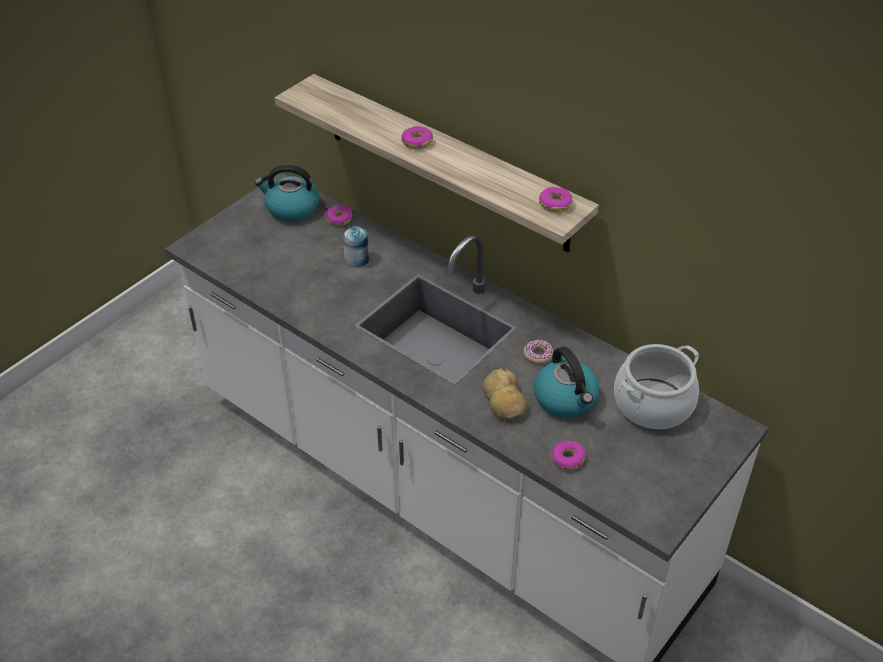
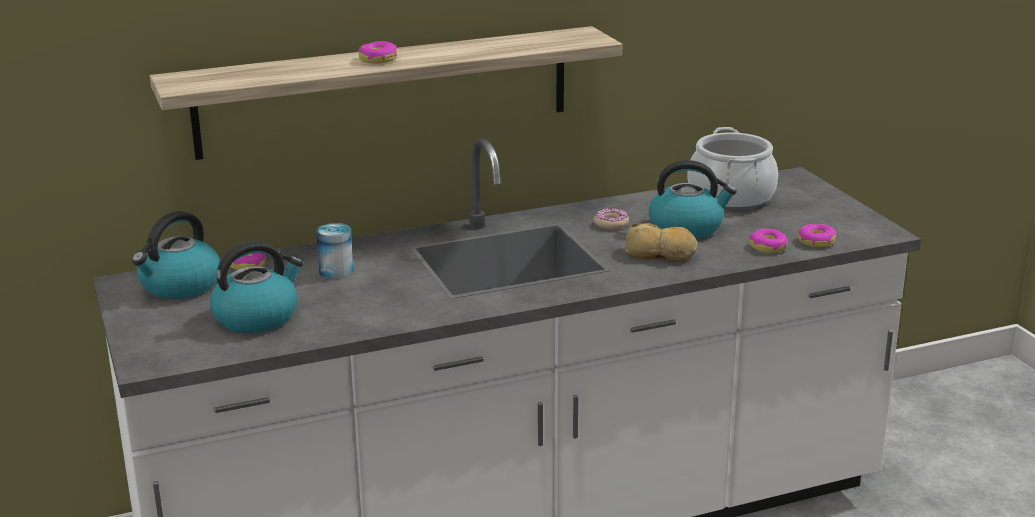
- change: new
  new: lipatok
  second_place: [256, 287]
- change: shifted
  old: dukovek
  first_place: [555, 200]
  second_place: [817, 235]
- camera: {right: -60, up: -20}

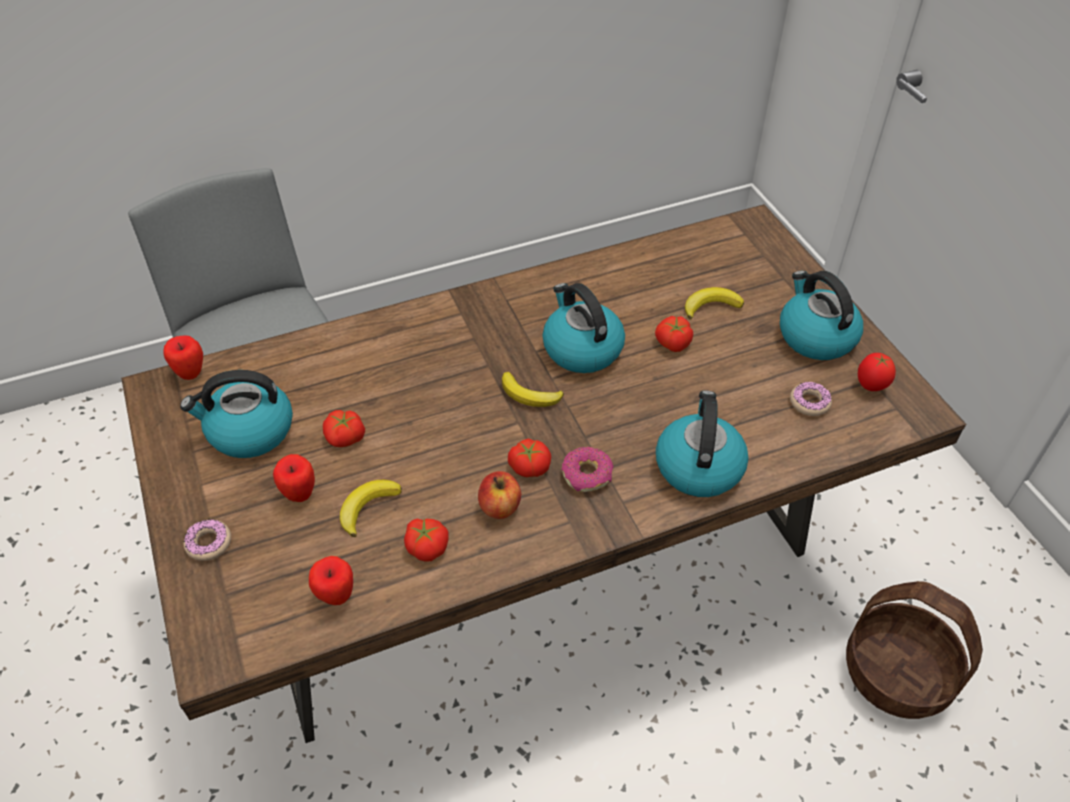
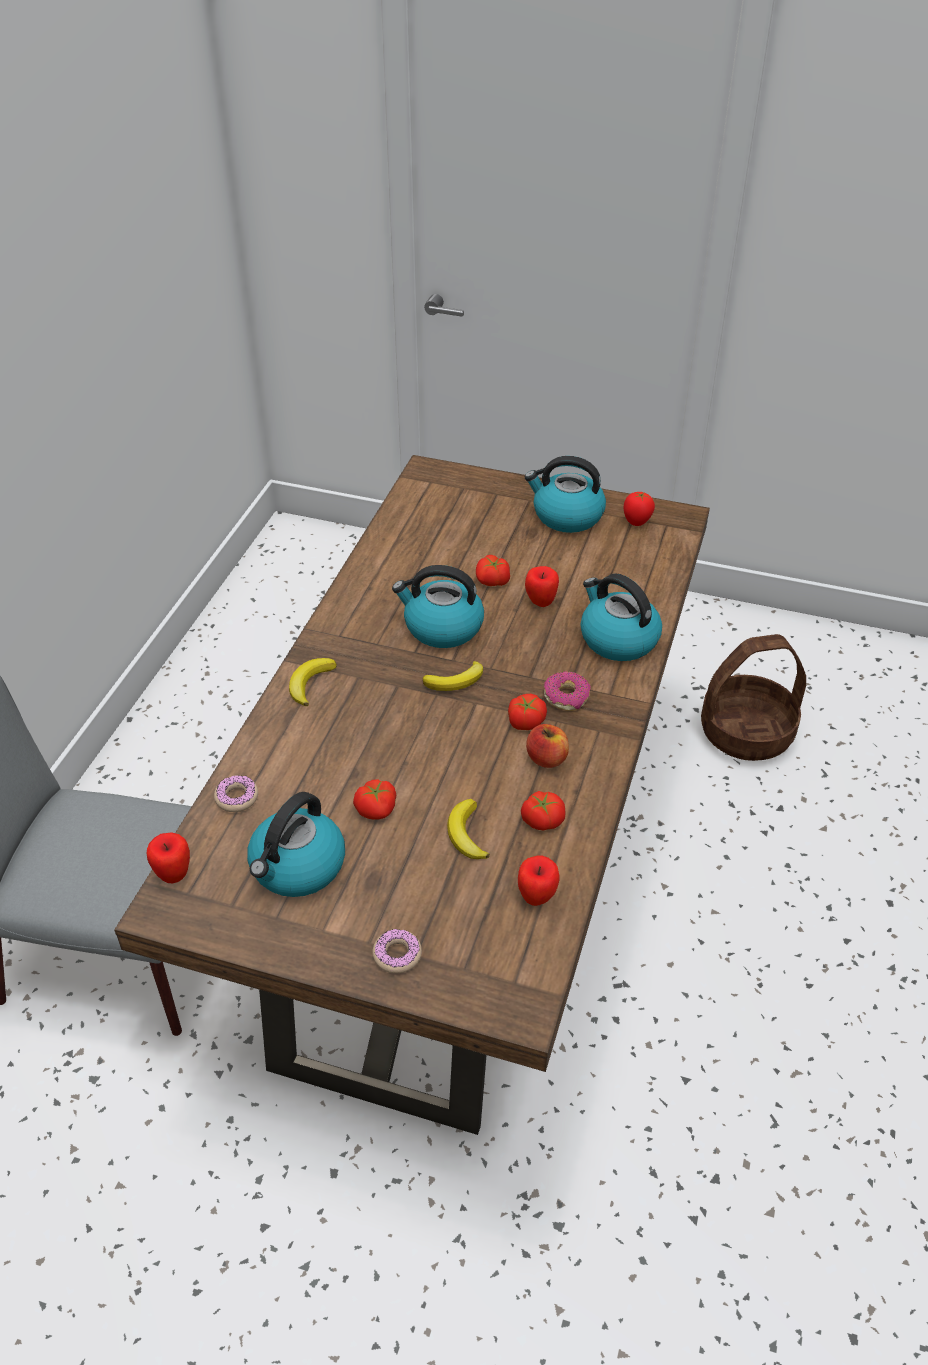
- change: shifted
  old: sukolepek
  first_place: [294, 478]
  second_place: [542, 586]
- change: shifted
  old: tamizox
  first_place: [714, 303]
  second_place: [313, 682]
- change: shifted
  old: dukovek
  first_place: [811, 399]
  second_place: [236, 793]
- camera: {right: -50, up: -5}

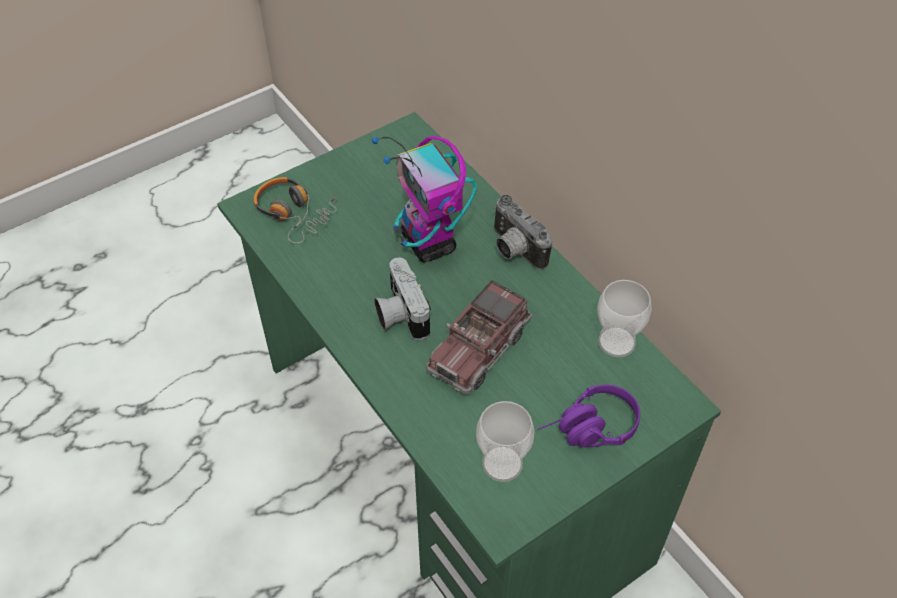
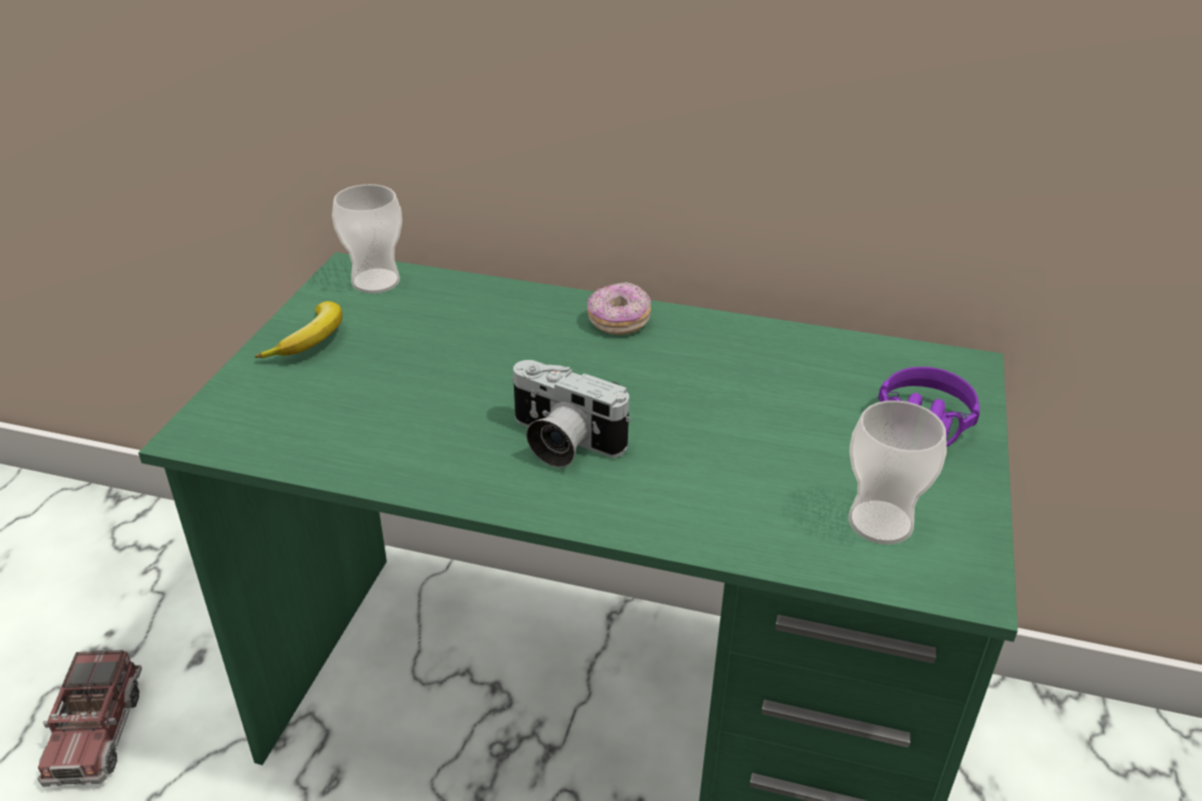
- change: gone
  old: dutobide
  first_place: [295, 210]
- change: gone
  old: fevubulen
  first_place: [424, 199]
- change: new
  new: tamizox
  second_place: [299, 329]
- change: shifted
  old: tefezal
  first_place: [479, 337]
  second_place: [89, 718]
- change: shifted
  old: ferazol
  first_place: [624, 318]
  second_place: [367, 238]
- change: swapped
  old: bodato
  new: dukovek
  first_place: [523, 232]
  second_place: [619, 308]
- camera: {right: -40, up: -15}

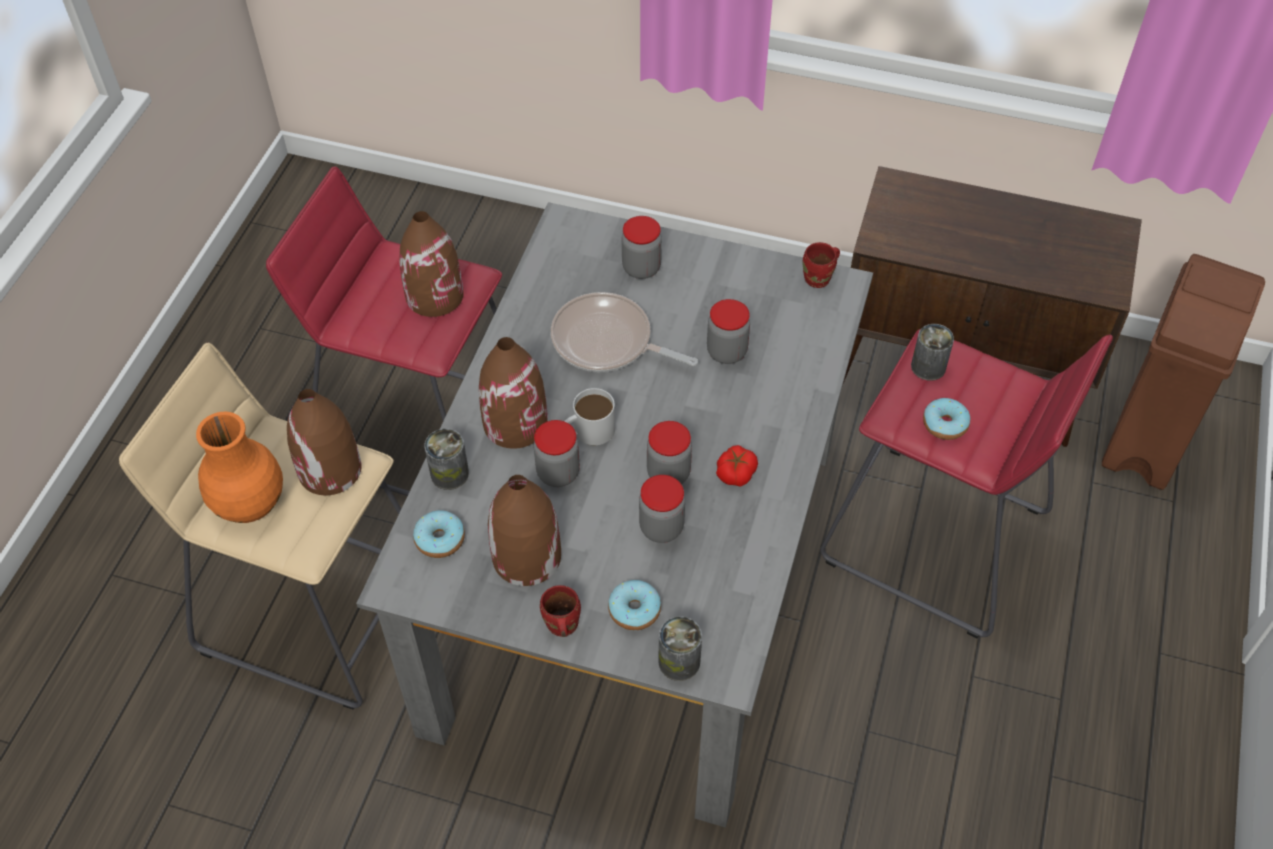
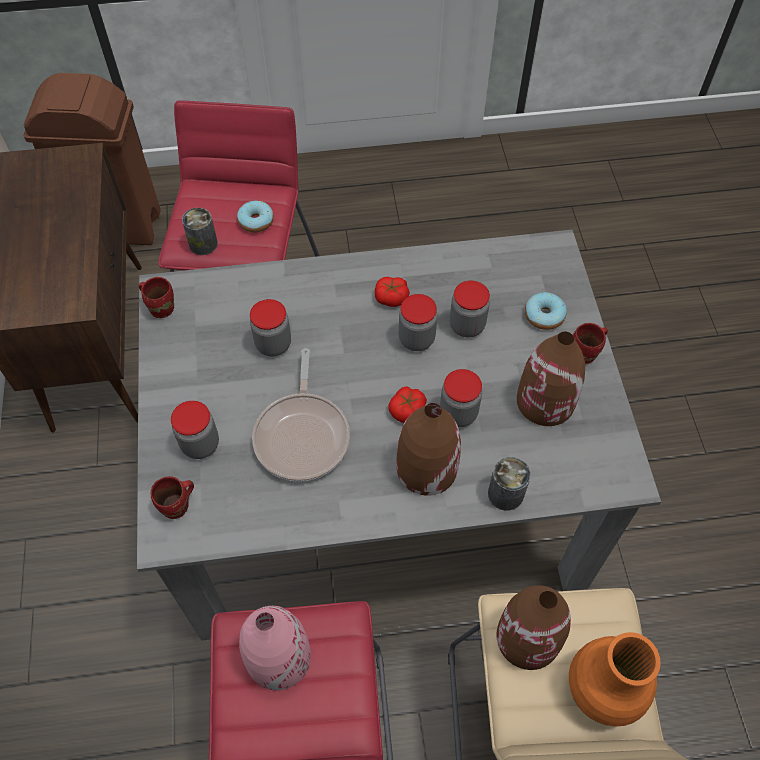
- change: gone
  old: dukovek
  first_place: [439, 534]
- change: gone
  old: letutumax
  first_place: [680, 648]
- change: new
  new: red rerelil
  second_place: [172, 497]
- change: swapped
  old: white rerelil
  new: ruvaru
  first_place: [589, 416]
  second_place: [407, 404]
- change: repainted
  old: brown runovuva
  new: pink runovuva
  first_place: [431, 264]
  second_place: [275, 648]
- camera: {right: -115, up: 5}

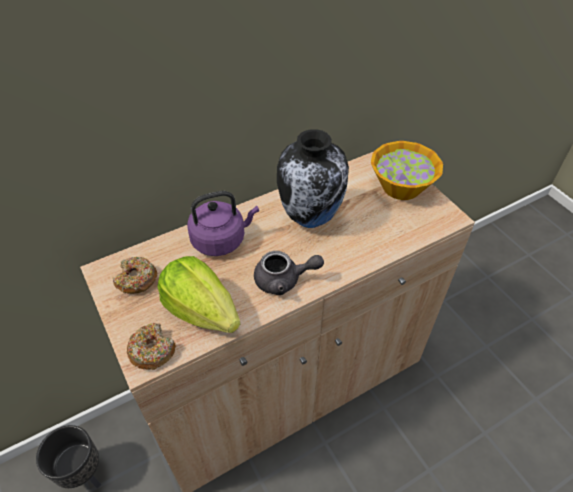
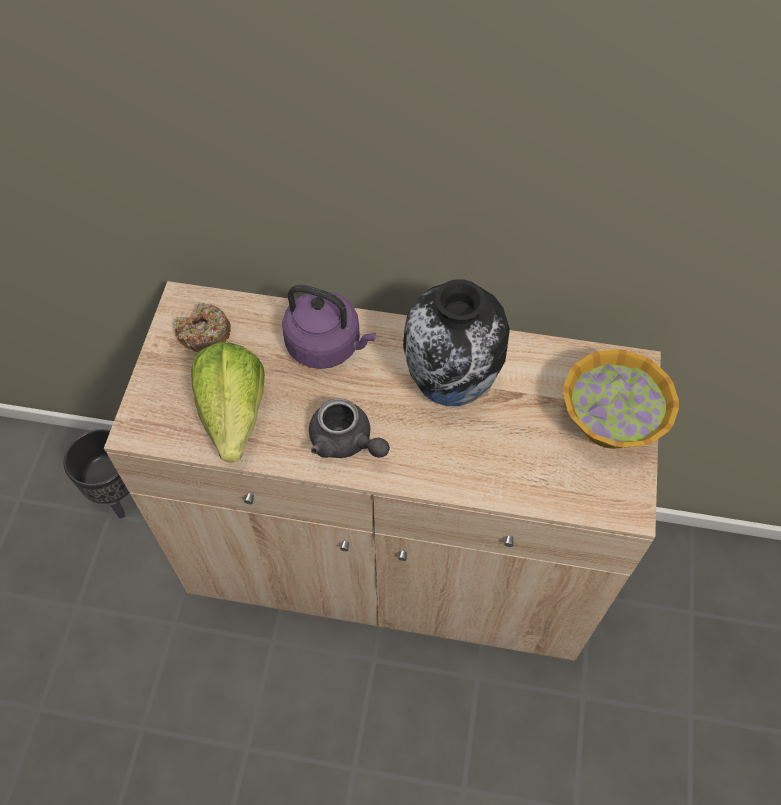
- change: gone
  old: dukovek
  first_place: [151, 346]
- camera: {right: 40, up: 10}

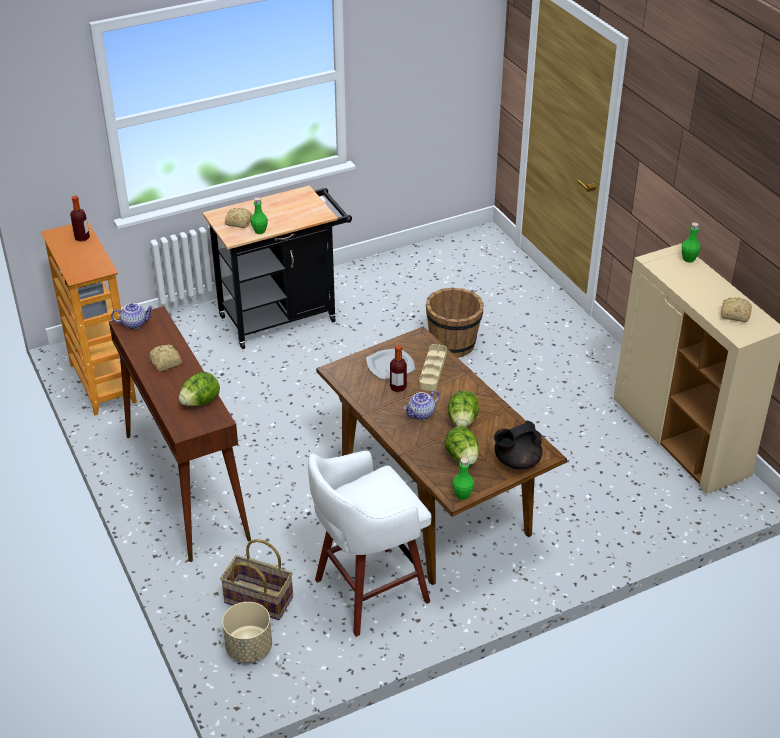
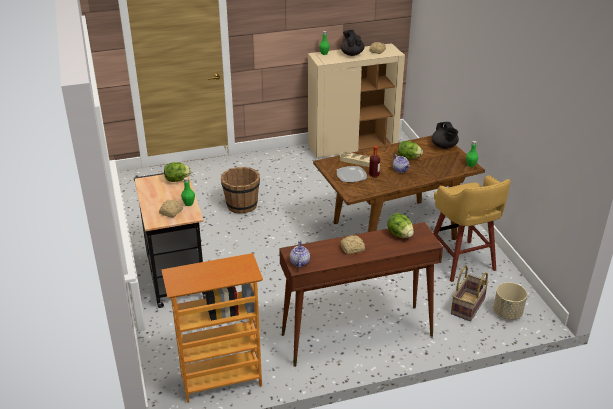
- change: gone
  old: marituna
  first_place: [80, 219]
- change: new
  new: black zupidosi
  second_place: [352, 43]
- change: shifted
  old: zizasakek
  first_place: [461, 445]
  second_place: [177, 172]
- change: repainted
  old: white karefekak
  new: yellow karefekak
  first_place: [369, 544]
  second_place: [471, 228]
- camera: {right: -80, up: -5}

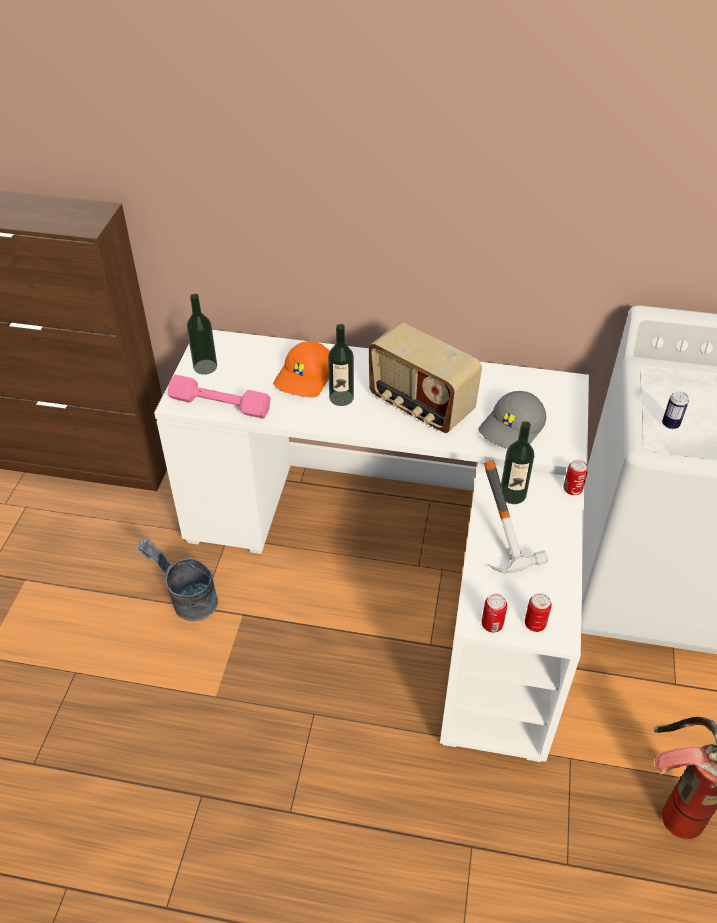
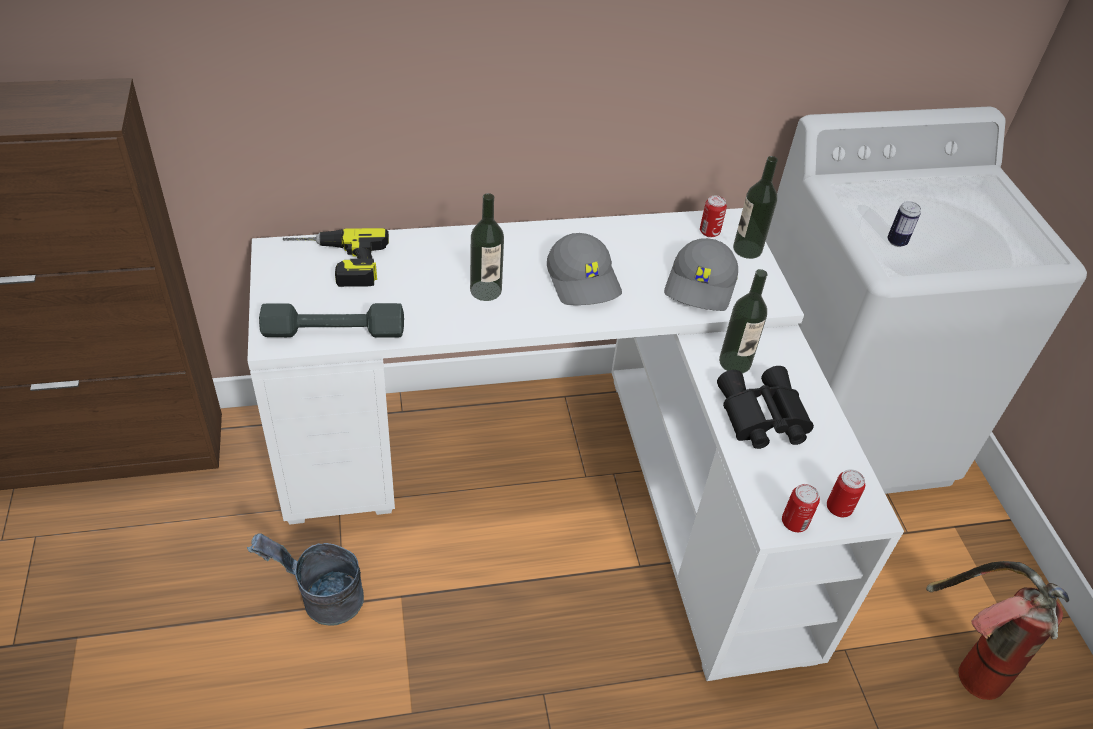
- change: gone
  old: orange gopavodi
  first_place: [301, 369]
- change: new
  new: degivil
  second_place: [335, 257]
- change: shifted
  old: marituna
  first_place: [202, 334]
  second_place: [755, 207]
- change: shifted
  old: letutumax
  first_place: [575, 477]
  second_place: [713, 216]
- change: swapped
  old: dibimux
  new: grey gopavodi
  first_place: [425, 377]
  second_place: [584, 269]
- change: swapped
  old: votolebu
  new: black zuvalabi
  first_place: [516, 517]
  second_place: [765, 407]
- change: repainted
  old: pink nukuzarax
  new: grey nukuzarax
  first_place: [219, 397]
  second_place: [331, 320]
- camera: {right: -25, up: 0}

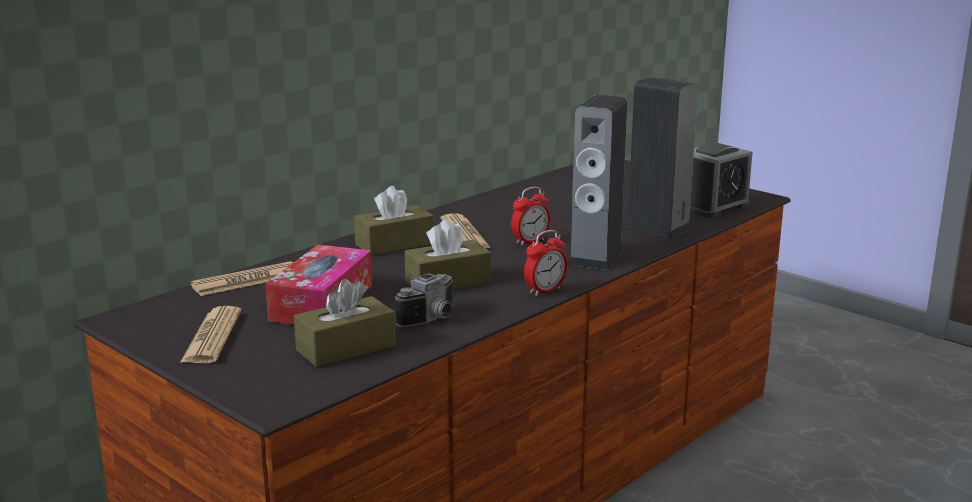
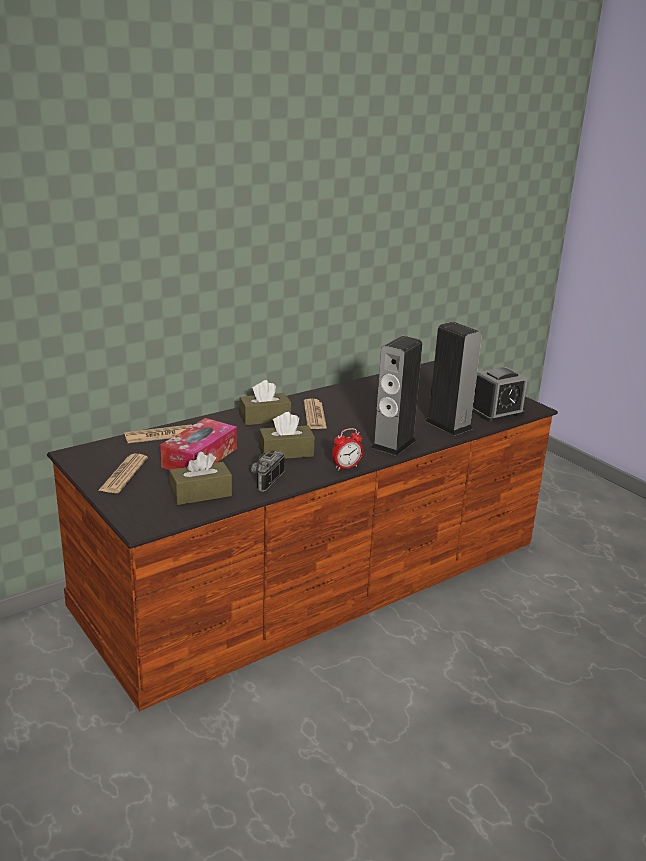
- change: gone
  old: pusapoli
  first_place: [531, 216]
- change: rotated
  old: bodato
  first_place: [424, 300]
  second_place: [268, 471]
  degrees: 150
- camera: {right: 10, up: 5}

